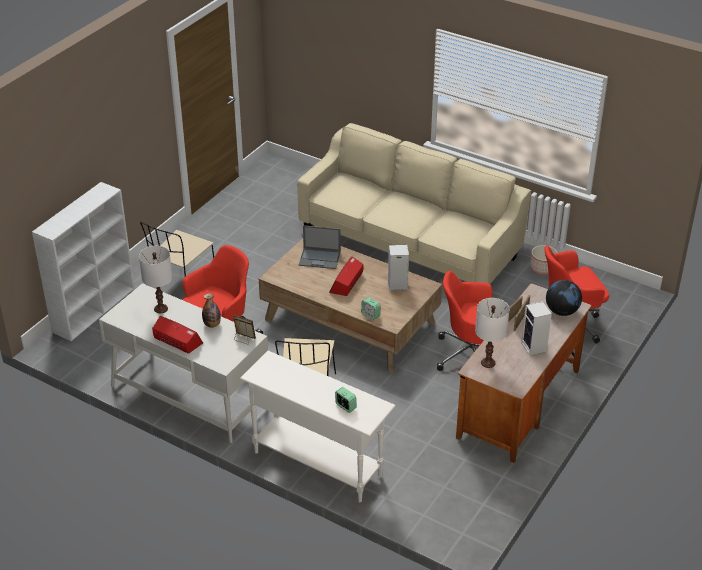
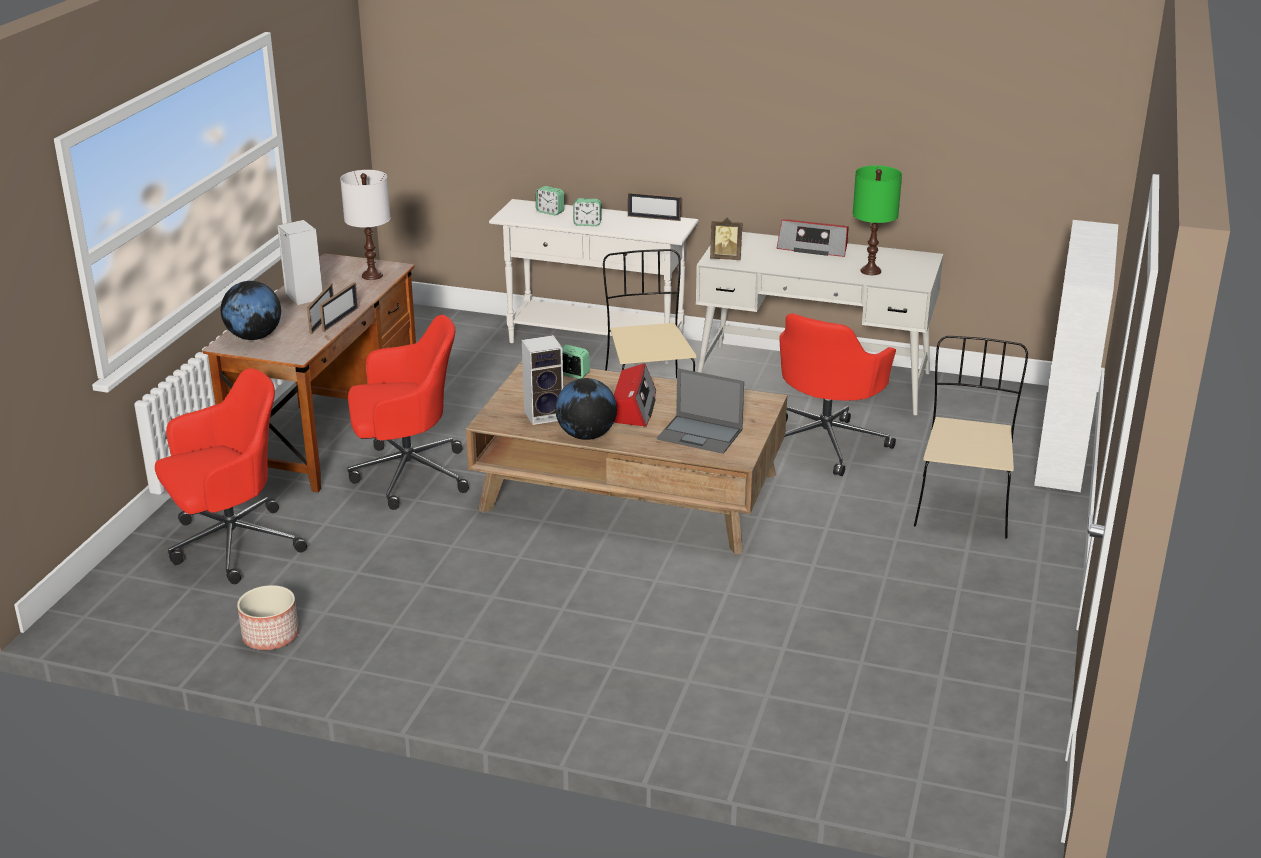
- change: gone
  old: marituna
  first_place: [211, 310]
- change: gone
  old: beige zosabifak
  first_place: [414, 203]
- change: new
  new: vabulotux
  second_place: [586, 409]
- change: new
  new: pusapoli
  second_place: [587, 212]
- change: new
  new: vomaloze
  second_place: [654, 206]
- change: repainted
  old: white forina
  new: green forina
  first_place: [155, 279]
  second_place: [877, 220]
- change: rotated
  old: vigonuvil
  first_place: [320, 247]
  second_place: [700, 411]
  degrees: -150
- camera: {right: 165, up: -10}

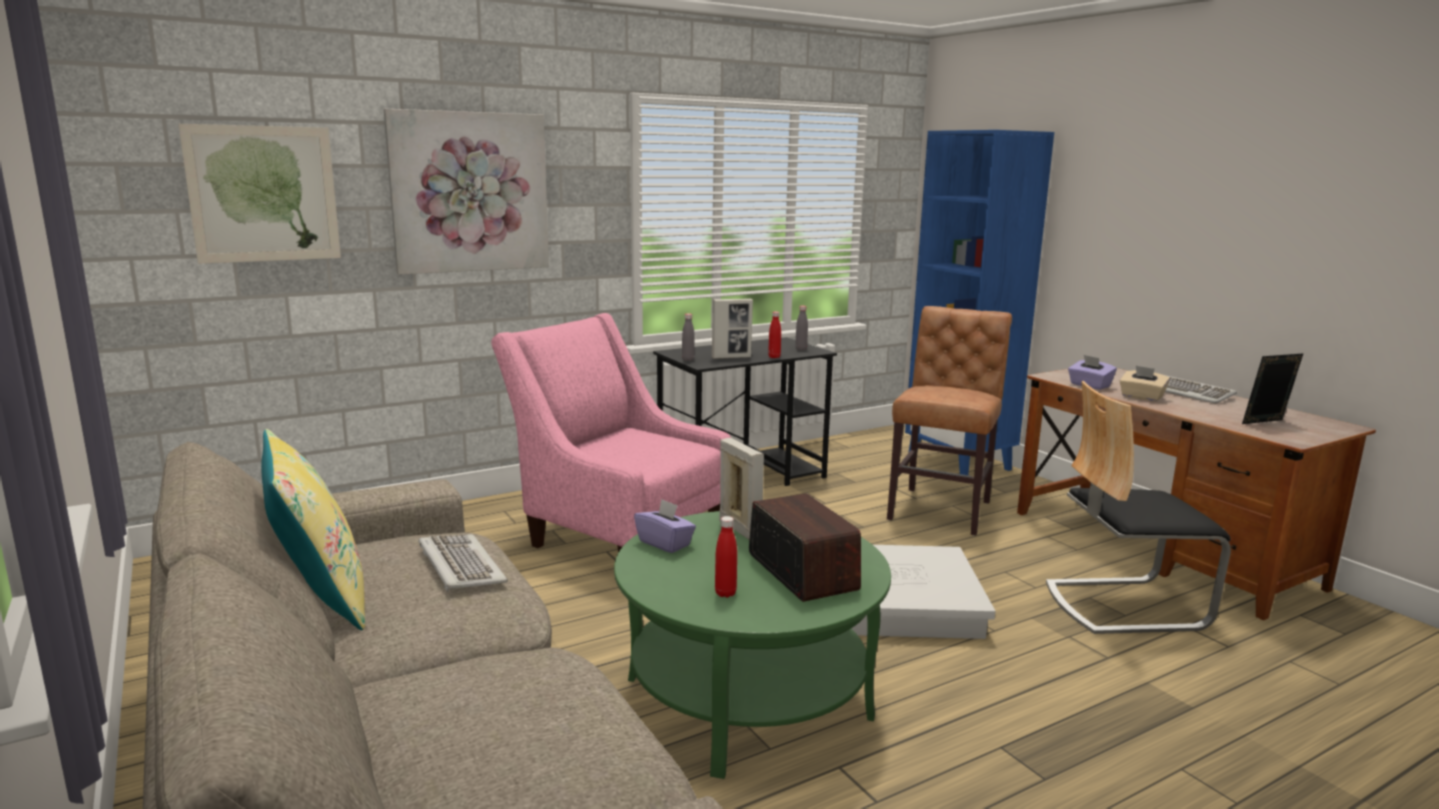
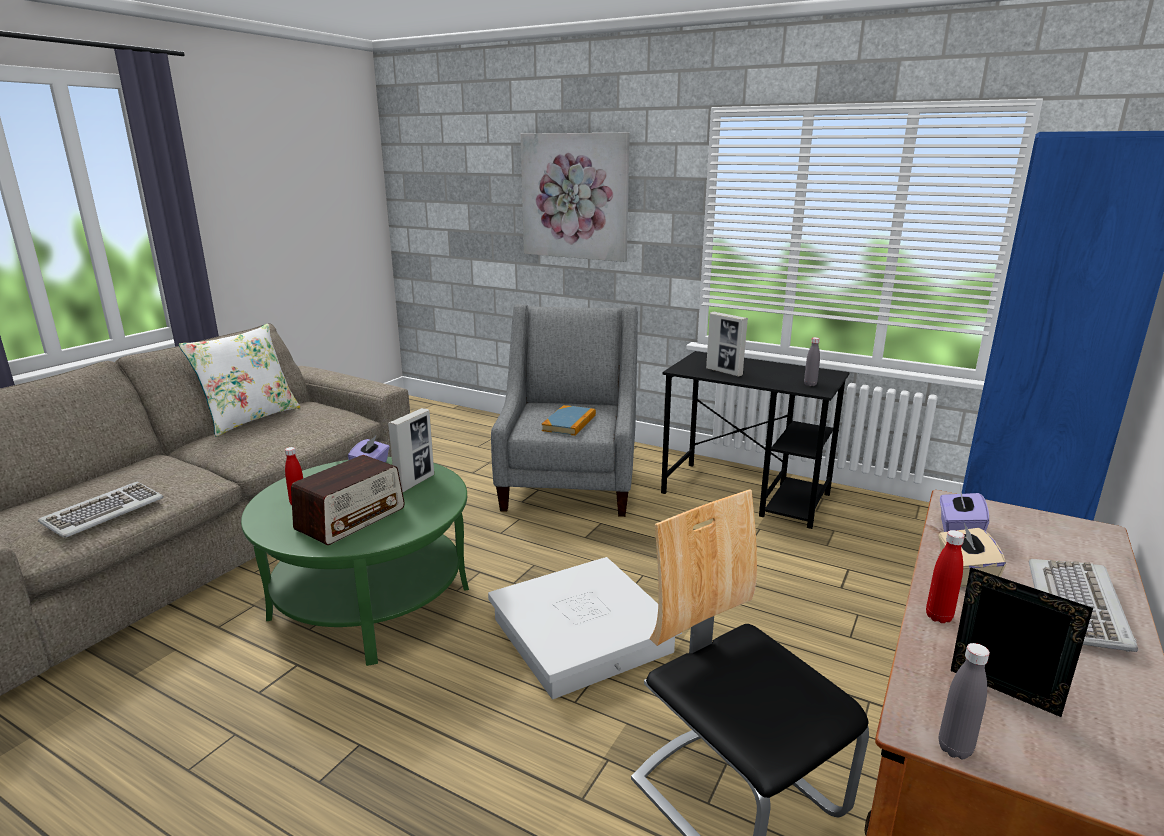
- change: gone
  old: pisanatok
  first_place: [260, 194]
- change: gone
  old: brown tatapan
  first_place: [949, 421]
- change: new
  new: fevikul
  second_place: [569, 420]
- change: shifted
  old: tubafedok
  first_place: [463, 563]
  second_place: [101, 510]
- change: shifted
  old: grey marituna
  first_place: [688, 337]
  second_place: [964, 701]
- change: shifted
  old: red marituna
  first_place: [774, 335]
  second_place: [945, 576]
- change: repainted
  old: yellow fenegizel
  new: white fenegizel
  first_place: [313, 529]
  second_place: [239, 380]
- change: repainted
  old: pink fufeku
  new: grey fufeku
  first_place: [611, 433]
  second_place: [564, 410]
- camera: {right: 60, up: 5}

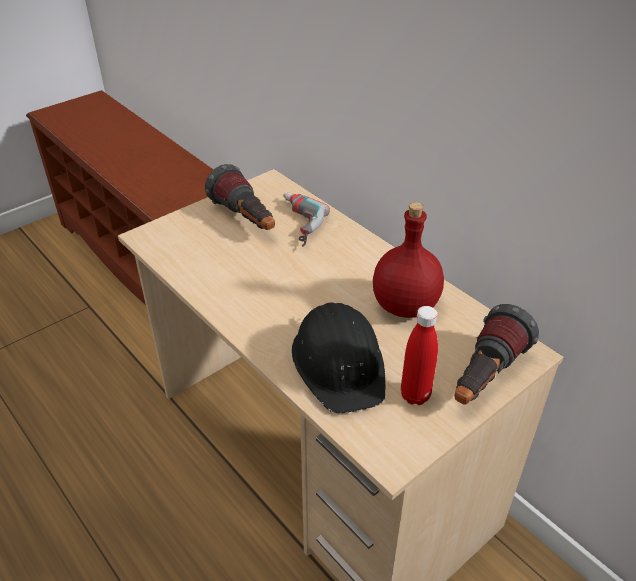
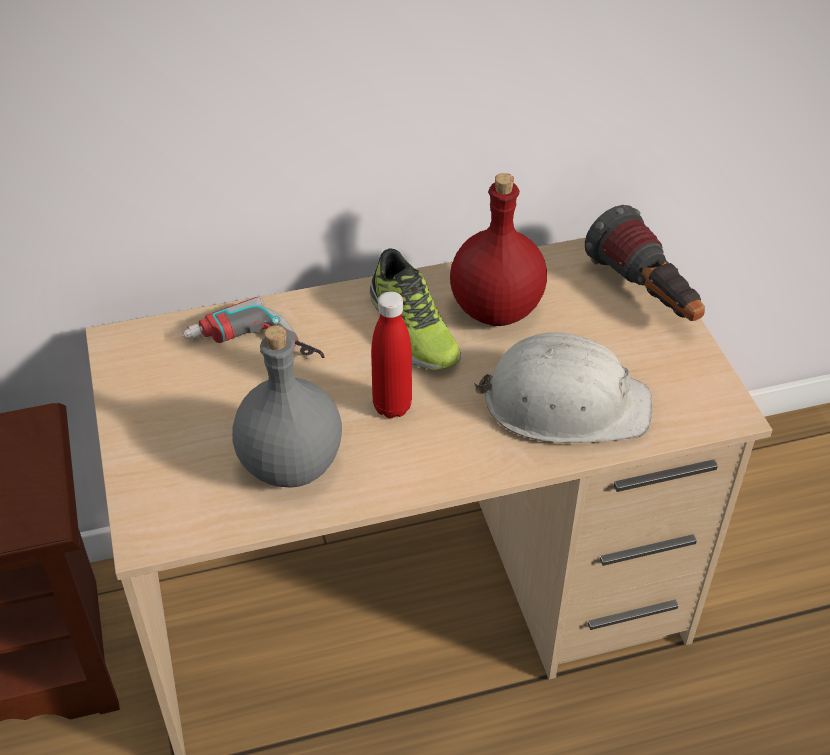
- change: gone
  old: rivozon
  first_place: [240, 197]
- change: new
  new: grey marituna
  second_place: [287, 406]
- change: new
  new: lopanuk
  second_place: [415, 309]
- change: shifted
  old: red marituna
  first_place: [419, 355]
  second_place: [391, 354]
- change: repainted
  old: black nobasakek
  new: white nobasakek
  first_place: [338, 357]
  second_place: [563, 387]
- camera: {right: -65, up: 5}

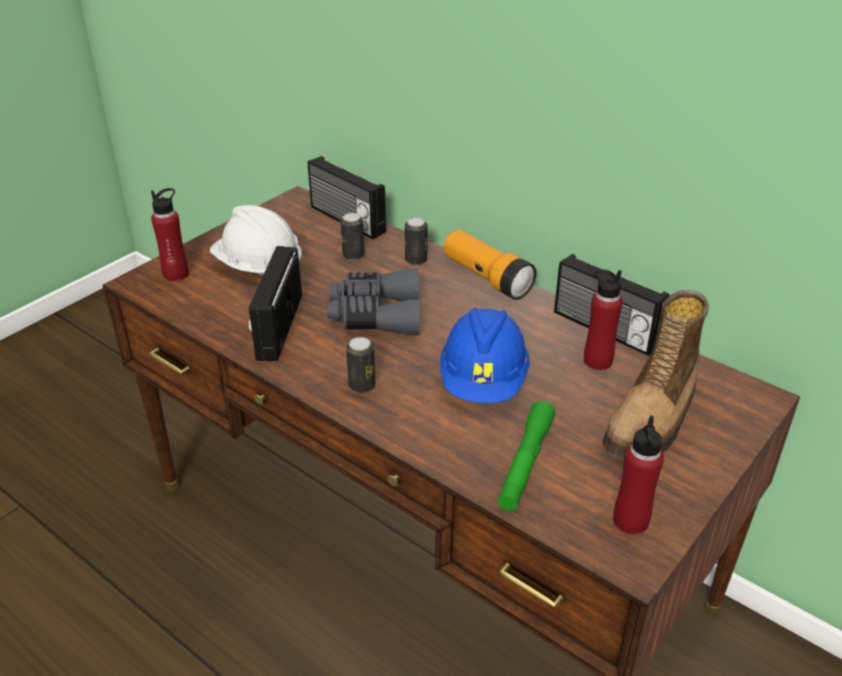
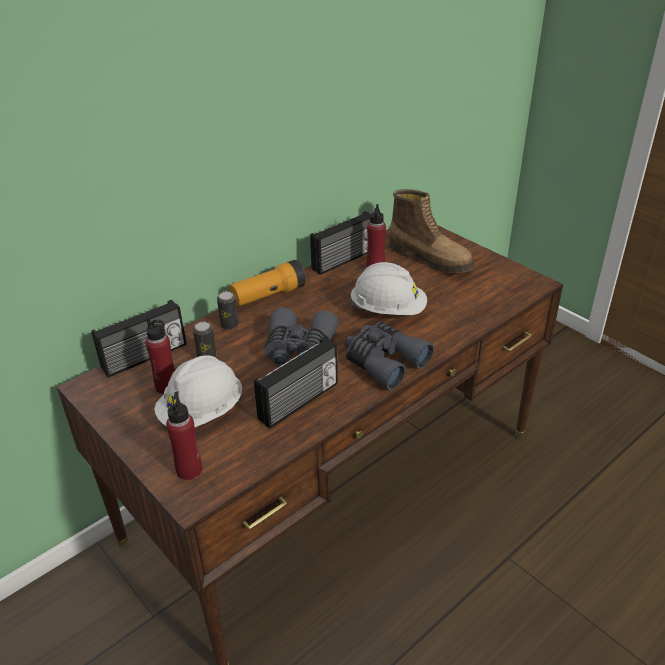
- change: gone
  old: green rivozon
  first_place: [527, 456]
- change: shifted
  old: red marituna
  first_place: [638, 475]
  second_place: [160, 355]
- change: swapped
  old: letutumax
  new: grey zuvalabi
  first_place: [360, 365]
  second_place: [389, 356]
- change: repainted
  old: blue nobasakek
  new: white nobasakek
  first_place: [485, 355]
  second_place: [388, 288]
- change: rotated
  old: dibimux
  first_place: [275, 303]
  second_place: [296, 383]
  degrees: -60
- camera: {right: -80, up: 0}

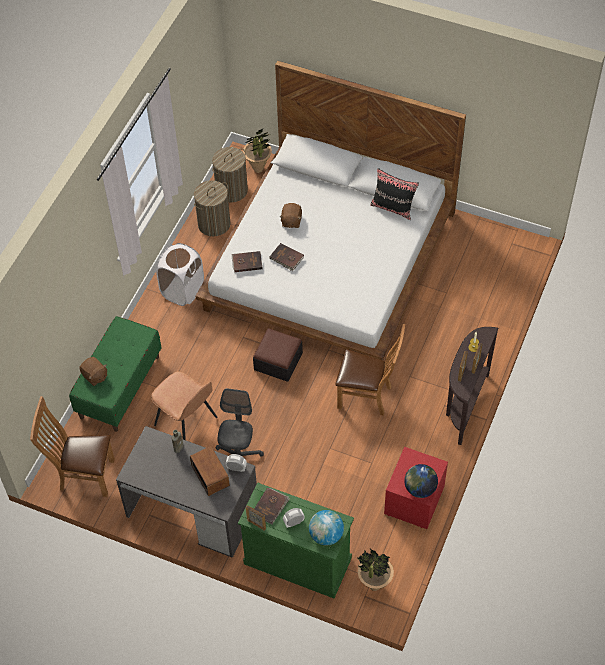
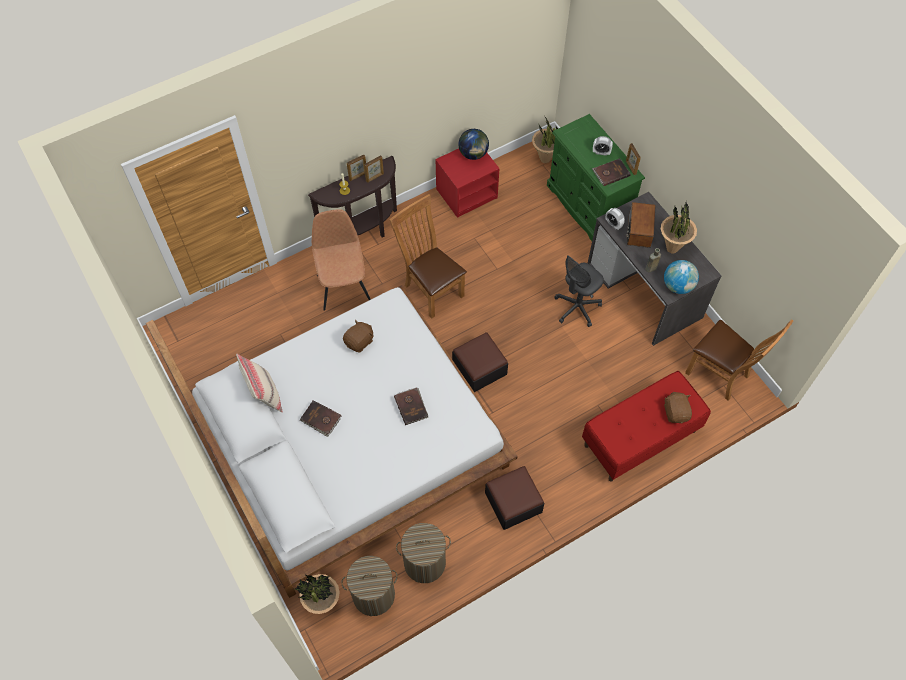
- change: new
  new: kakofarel
  second_place: [679, 228]
- change: shifted
  old: brown tatapan
  first_place: [184, 405]
  second_place: [341, 260]
- change: shifted
  old: brown fevikul
  first_place: [247, 261]
  second_place: [320, 418]
- change: shifted
  old: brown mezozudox
  first_place: [290, 215]
  second_place: [358, 336]
- change: shifted
  old: vabulotux
  first_place: [326, 527]
  second_place: [681, 277]
- change: swapped
  old: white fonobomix
  new: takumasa
  first_place: [180, 274]
  second_place: [514, 498]
- change: repainted
  old: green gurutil
  new: red gurutil
  first_place: [115, 374]
  second_place: [646, 426]
- change: repainted
  old: black fenegizel
  new: beige fenegizel
  first_place: [394, 194]
  second_place: [259, 383]
- camera: {right: -145, up: 5}

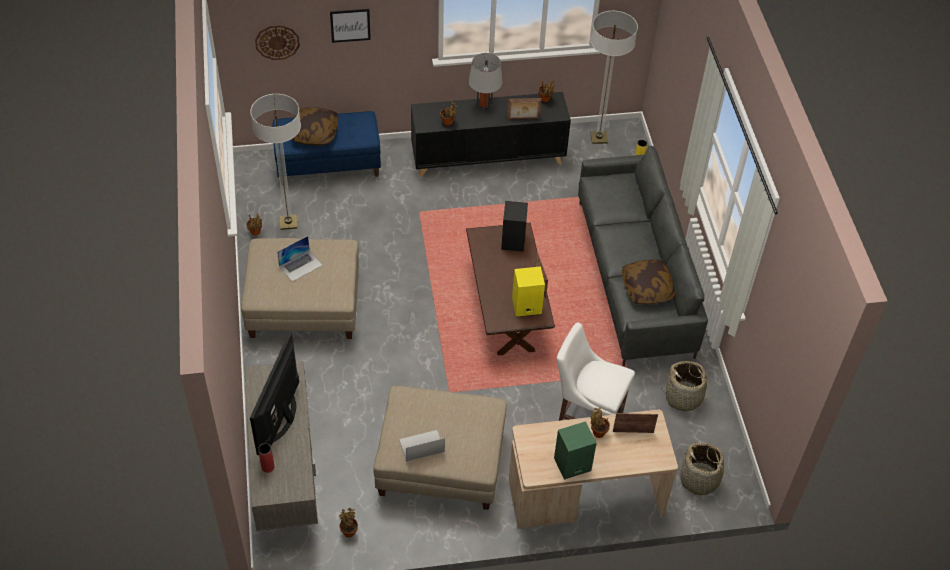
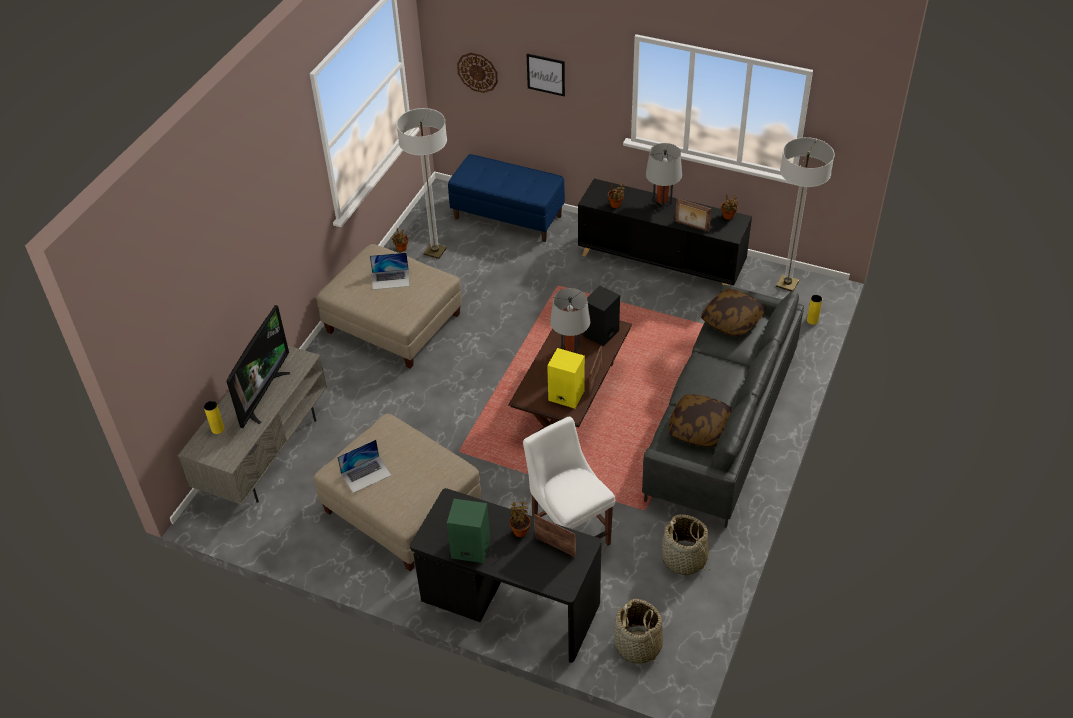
- change: gone
  old: kakofarel
  first_place: [348, 522]
- change: new
  new: grey forina
  second_place: [570, 320]
- change: shifted
  old: fenegizel
  first_place: [314, 126]
  second_place: [733, 313]
- change: repainted
  old: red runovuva
  new: yellow runovuva
  first_place: [266, 458]
  second_place: [214, 417]
- change: repainted
  old: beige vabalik
  new: black vabalik
  first_place: [593, 469]
  second_place: [506, 575]
- change: rotated
  old: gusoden
  first_place: [274, 394]
  second_place: [258, 366]
  degrees: 150
- change: rotated
  old: vigonuvil
  first_place: [422, 446]
  second_place: [364, 466]
  degrees: 135
- camera: {right: 35, up: -5}

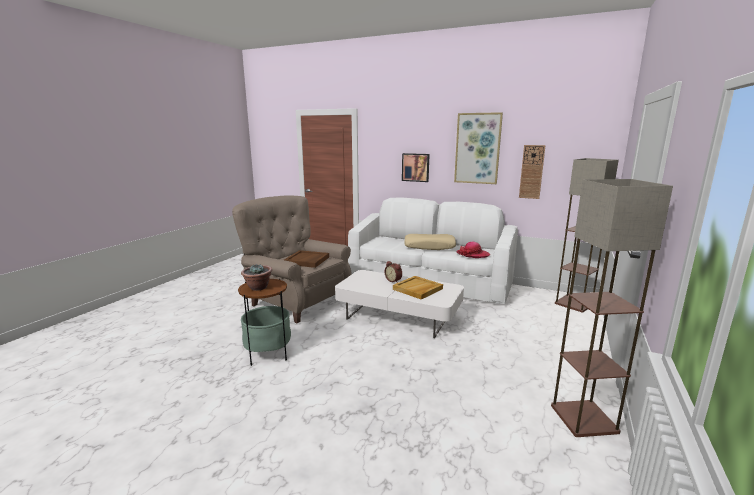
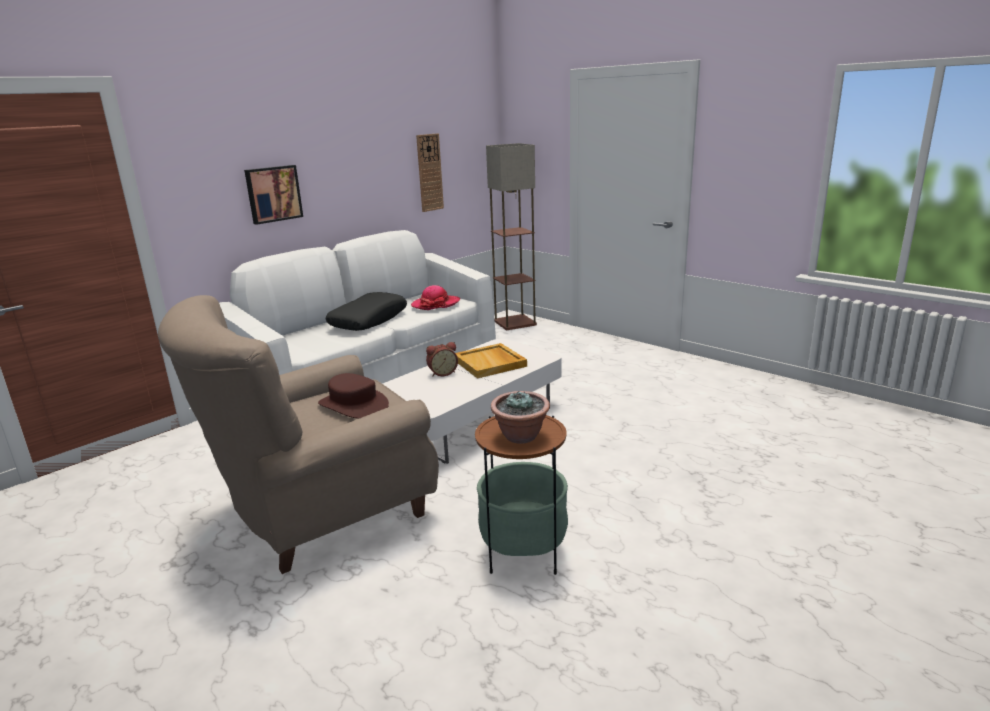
- change: gone
  old: pisanatok
  first_place: [478, 148]
- change: gone
  old: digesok
  first_place: [612, 308]
- change: swapped
  old: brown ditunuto
  new: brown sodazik
  first_place: [306, 259]
  second_place: [353, 396]
- change: repainted
  old: beige fenegizel
  new: black fenegizel
  first_place: [430, 242]
  second_place: [366, 311]
- camera: {right: -70, up: 5}

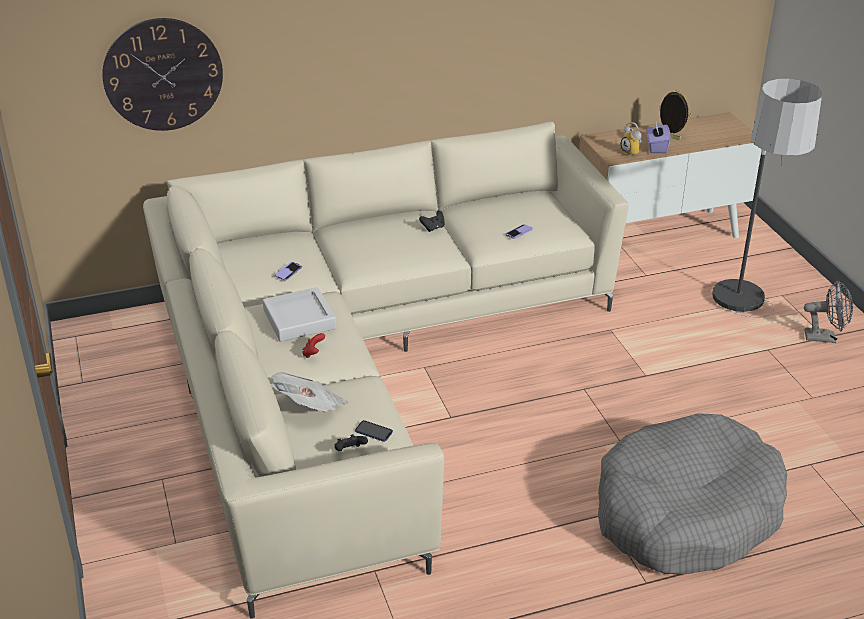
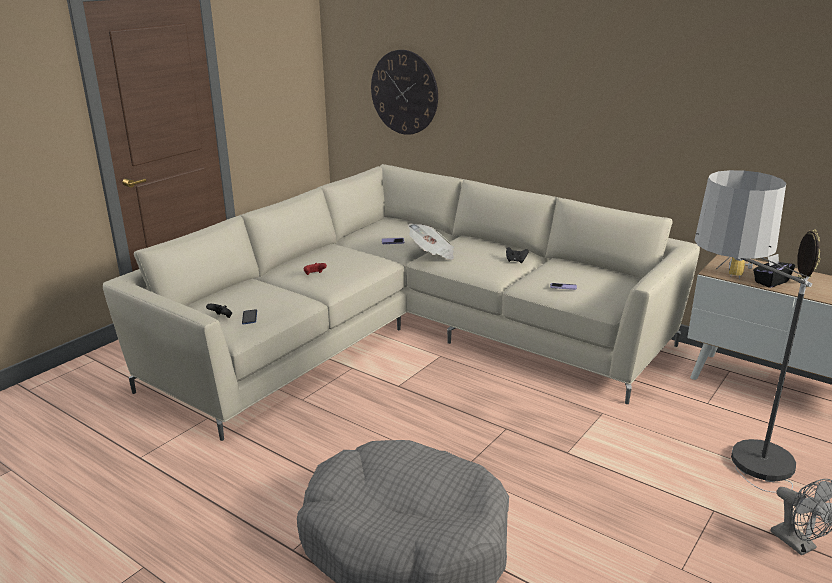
- change: gone
  old: grey ditunuto
  first_place: [299, 314]
- change: shifted
  old: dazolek
  first_place: [309, 392]
  second_place: [431, 242]
- change: repainted
  old: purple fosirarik
  new: black fosirarik
  first_place: [659, 138]
  second_place: [774, 271]
- camera: {right: 55, up: -10}

